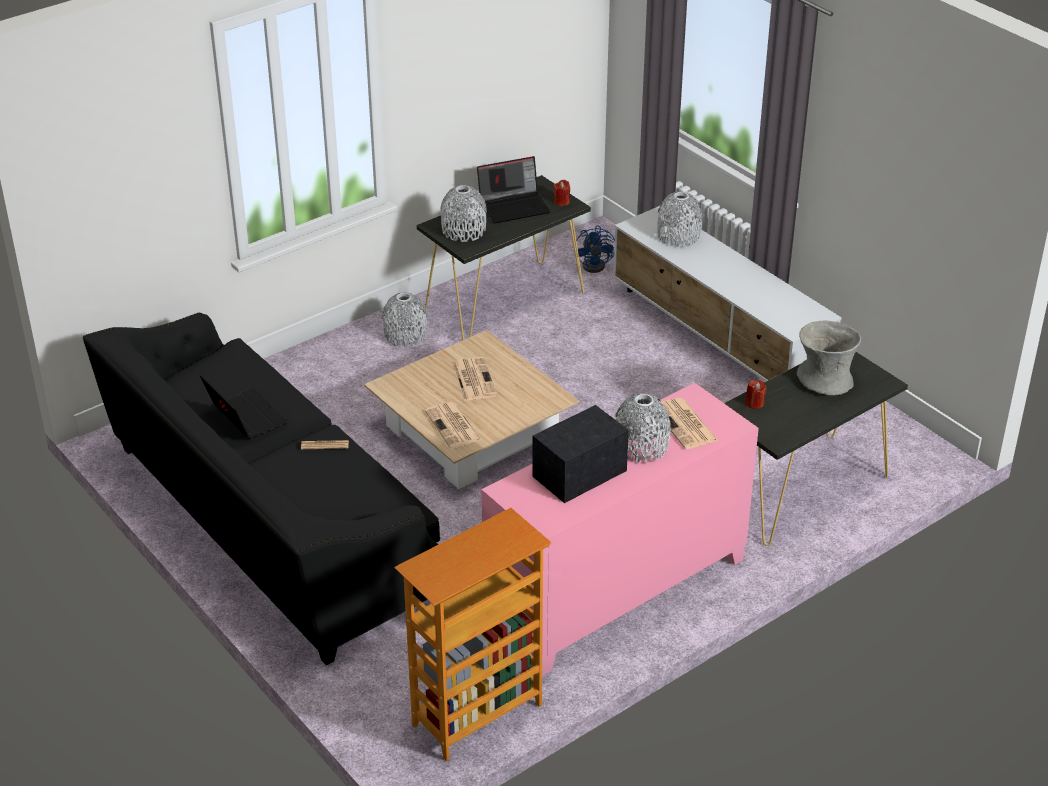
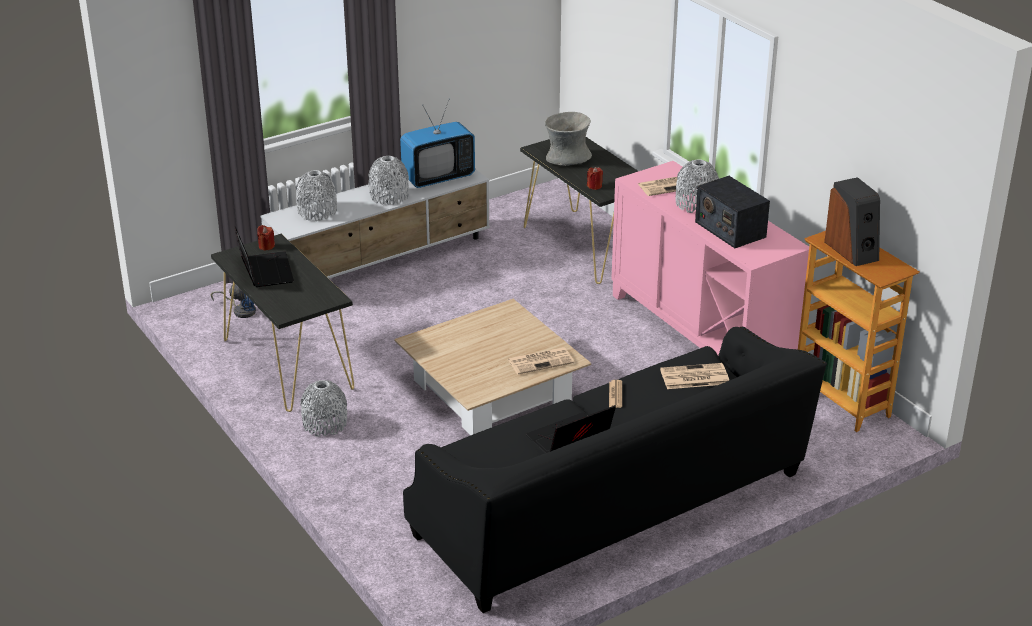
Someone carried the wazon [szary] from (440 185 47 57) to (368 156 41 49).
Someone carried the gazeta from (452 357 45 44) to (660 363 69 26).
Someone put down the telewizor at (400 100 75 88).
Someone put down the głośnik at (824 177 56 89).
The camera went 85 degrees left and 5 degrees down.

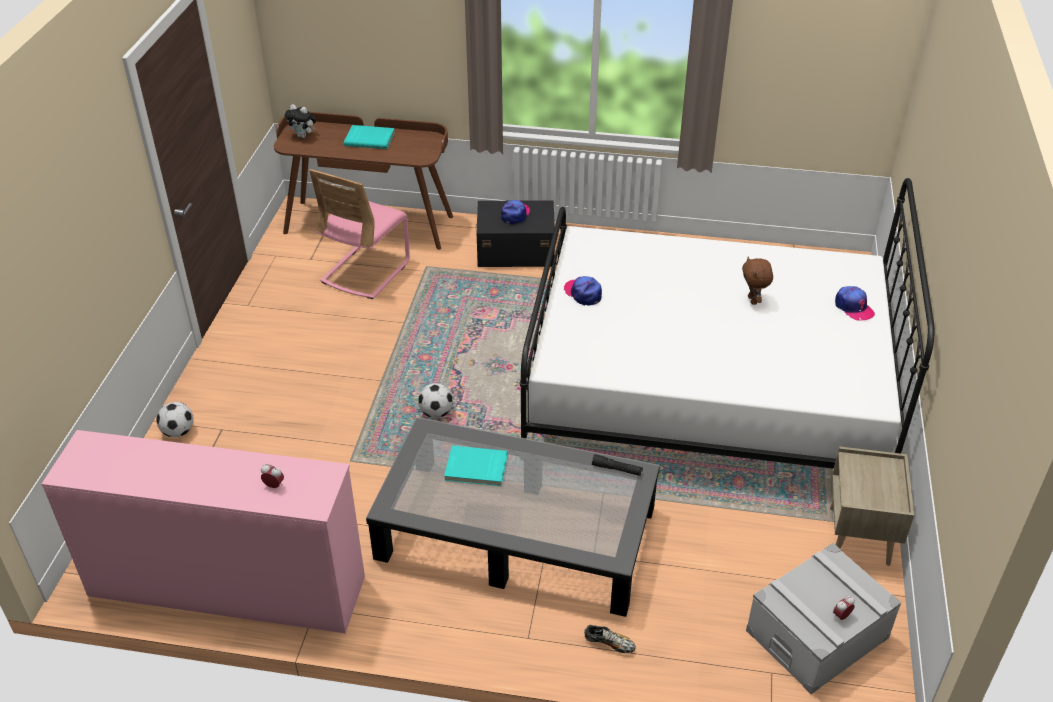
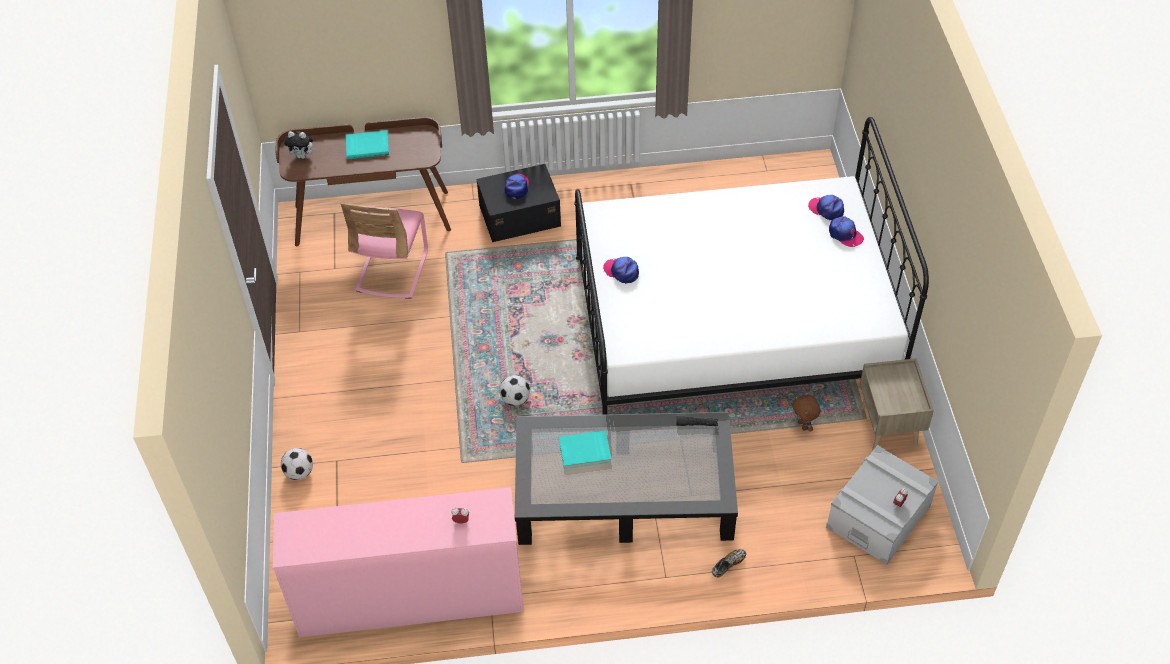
Someone carried the pluszak [brązowy] from (742 257 31 48) to (792 395 29 37).
Someone rotated the but at (584 625 52 28) by 45 degrees counterclockwise.
Someone put down the czapka z daszkiem at (808 195 36 25).
The camera went 15 degrees left and 10 degrees up.

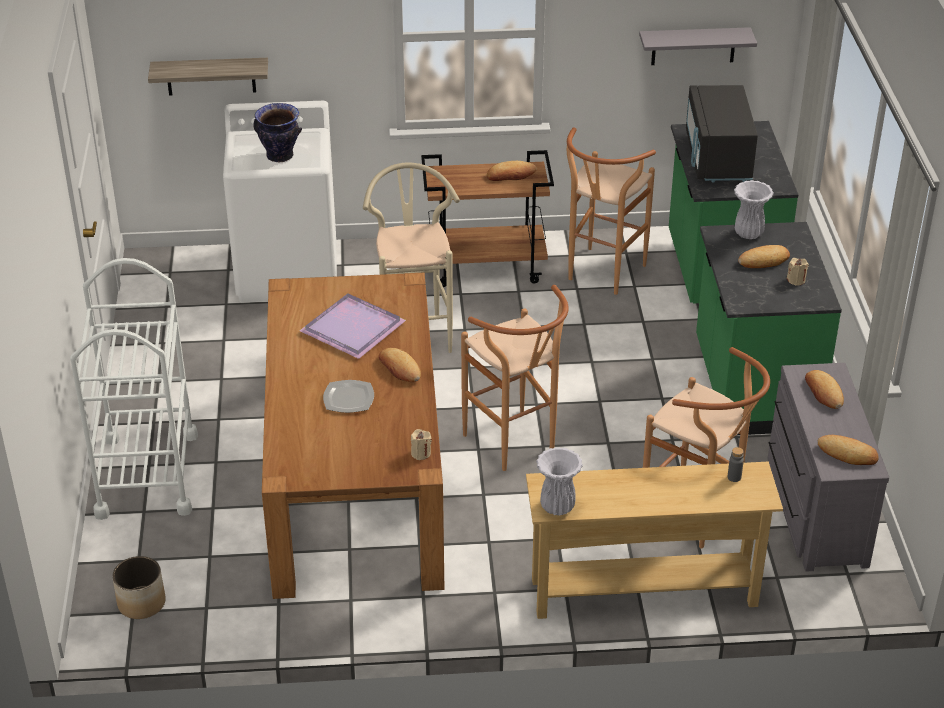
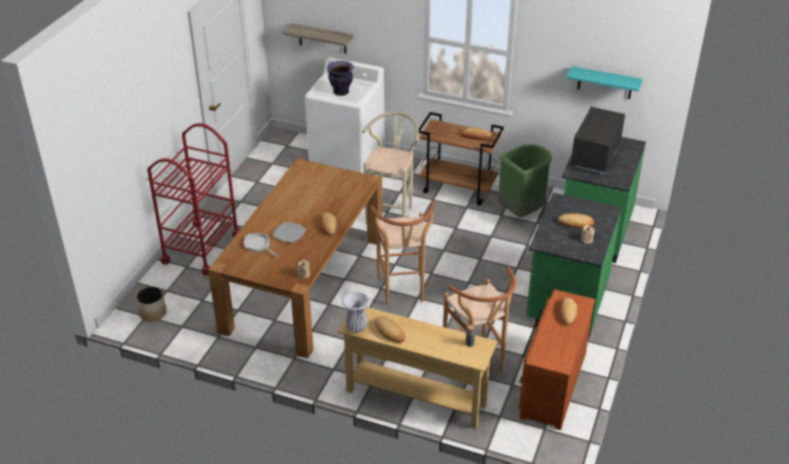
Someone repainted the półka [szary] at (639 27 118 38), which became the półka [turkusowy] at (566 66 77 33).
Someone swapped the stołek [brązowy] at (567 127 89 168) for the kosz na śmieci [zielony] at (498 144 54 74).
Someone took away the wazon [biały] at (734 180 40 59).
Someone repainted the wózek [biały] at (70 258 128 262), which became the wózek [czerwony] at (147 123 93 152).
Someone took away the taca [fioletowy] at (299 294 107 65).
Someone repainted the komoda [szary] at (767 363 122 209), which became the komoda [brązowy] at (519 289 76 141).
Someone carried the chleb from (817 435 62 30) to (375 316 30 27).
Someone put down the patelnia at (244 233 34 24).
The camera went 25 degrees right and 0 degrees up.

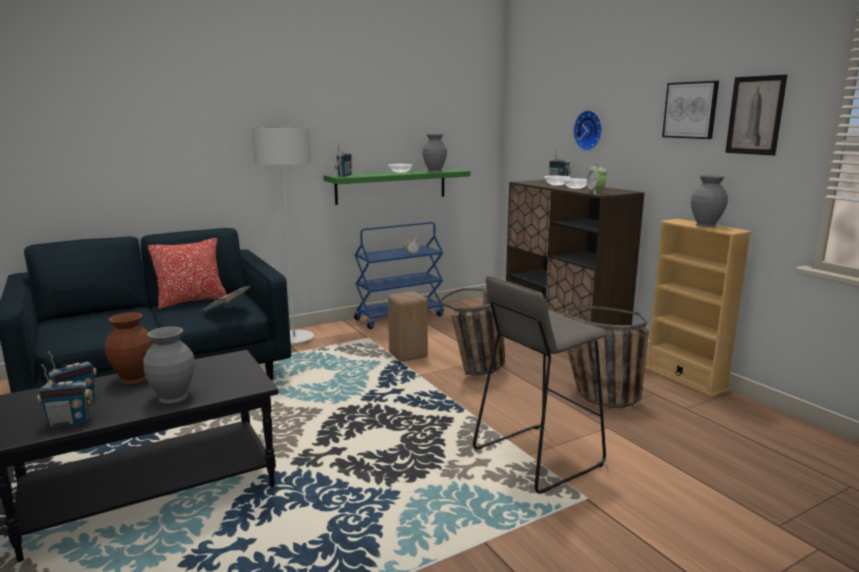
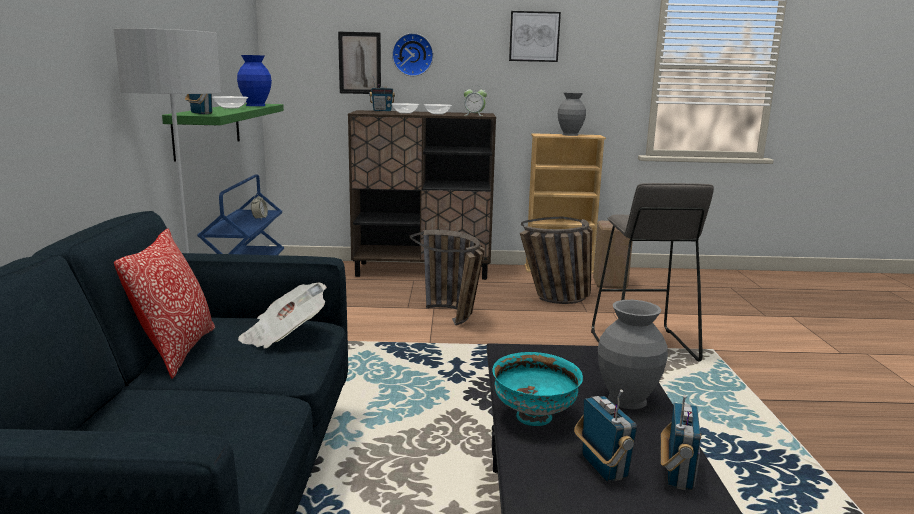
Someone carried the obraz from (725 74 62 82) to (338 32 43 62).
Someone repainted the wazon [szary] at (423 134 24 38), which became the wazon [niebieski] at (237 55 35 51).
Someone carried the stołek [beżowy] from (388 291 40 71) to (593 221 40 68).
Someone swapped the wazon [brązowy] at (105 312 48 72) for the miska [turkusowy] at (492 352 91 74).
The camera went 60 degrees left and 0 degrees up.

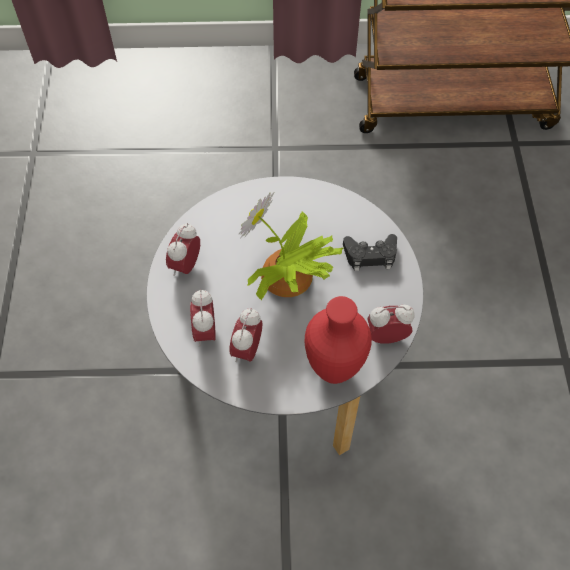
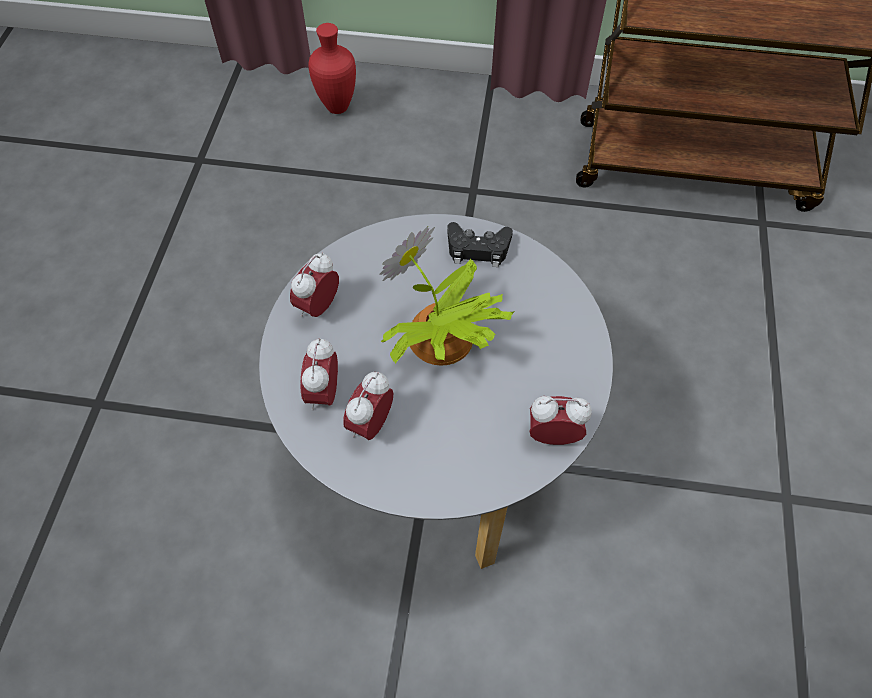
Someone carried the pad do gier [czarny] from (343 234 54 37) to (447 222 66 45).
Someone carried the wazon [czerwony] from (305 296 67 88) to (308 23 48 91).
The camera went 10 degrees right and 0 degrees up.

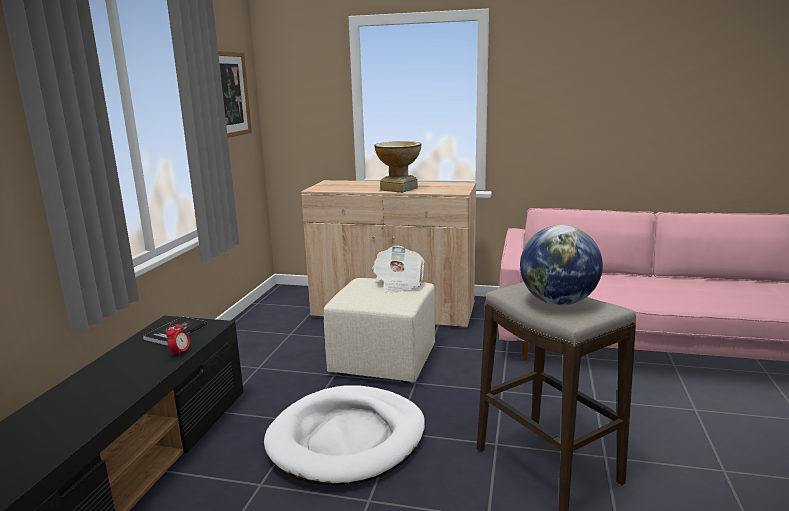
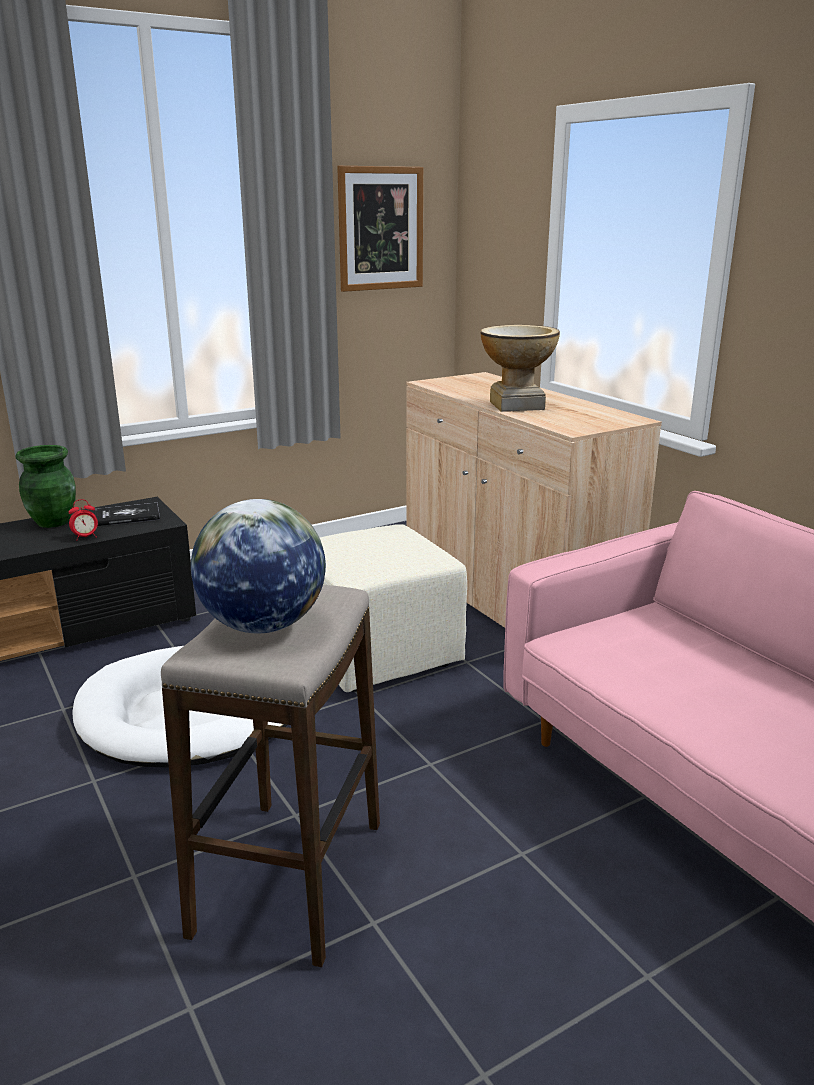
Someone took away the gazeta at (372 246 53 47).
Someone put down the wazon [zielony] at (16 445 60 83).
The camera went 45 degrees right and 5 degrees up.

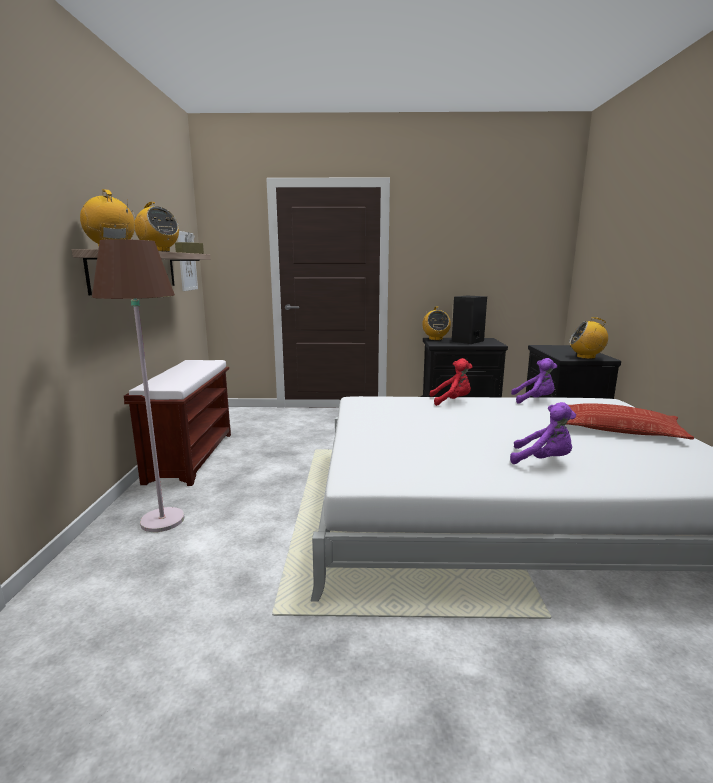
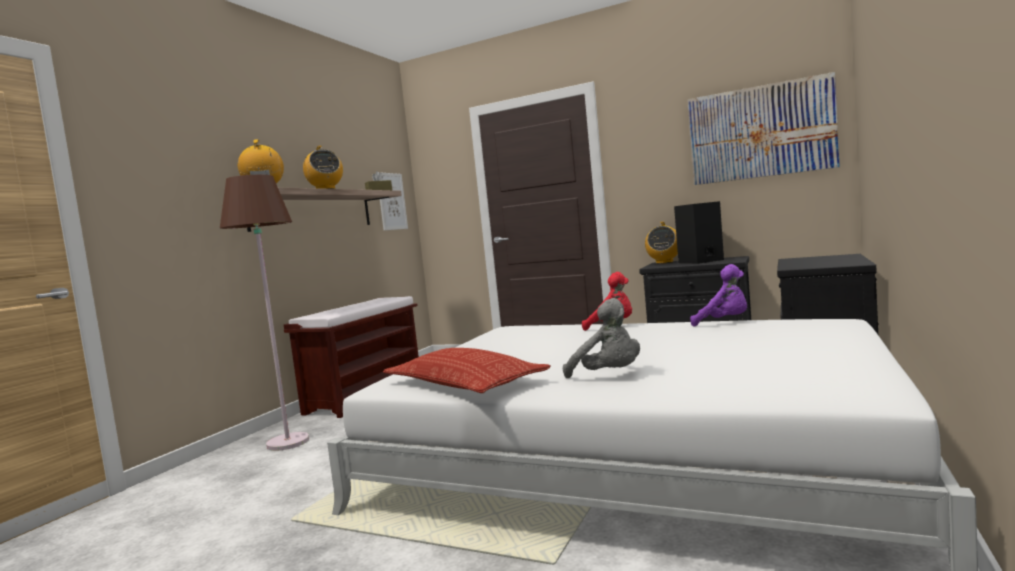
Someone took away the radio at (569 317 39 42).
Someone repainted the pluszak [fioletowy] at (510 402 66 62), which became the pluszak [szary] at (563 298 77 80).
Someone carried the poduszka from (566 403 128 36) to (383 348 167 45).
Someone put up the obraz at (688 72 152 113).
The camera went 25 degrees right and 10 degrees down.

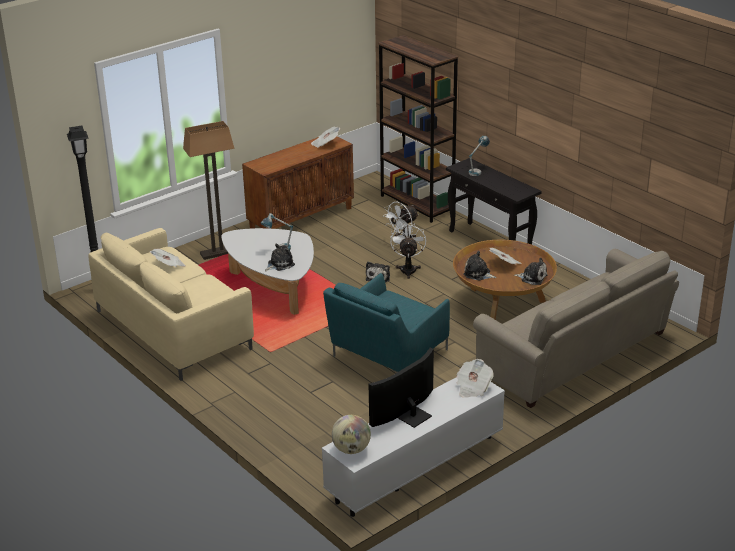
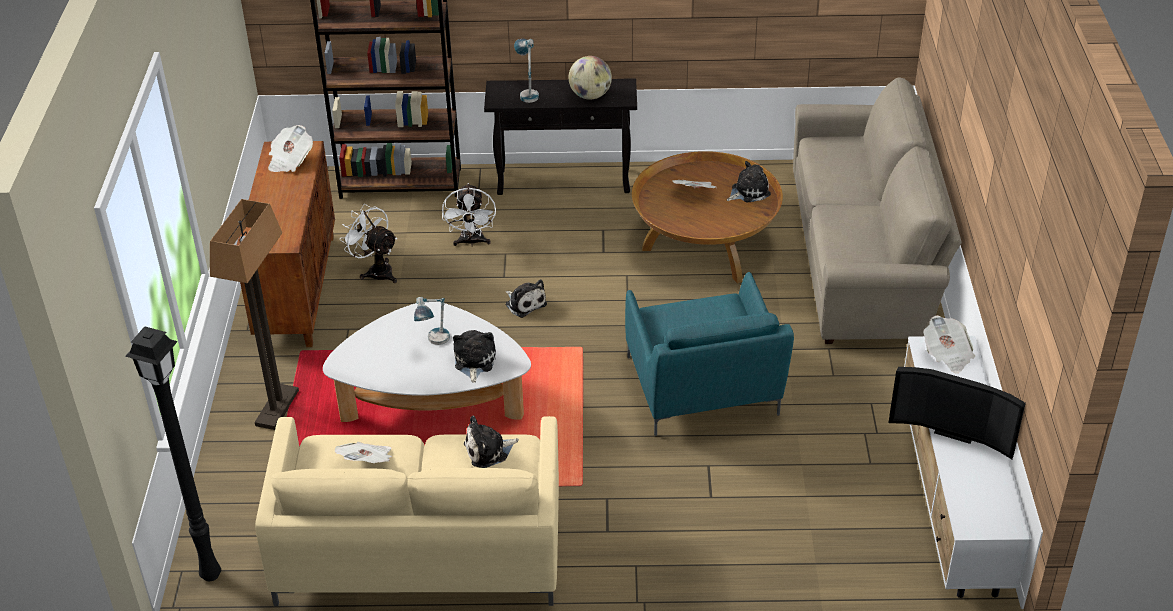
Someone carried the wentylator [biały] from (390 223 36 56) to (340 204 57 79).
Someone carried the pluszak from (463 251 34 29) to (464 416 55 52).
Someone rotated the telewizor at (369 347 65 81) by 60 degrees counterclockwise.
Someone carried the globus from (332 415 39 39) to (569 56 43 44).
The camera went 50 degrees left and 10 degrees up.

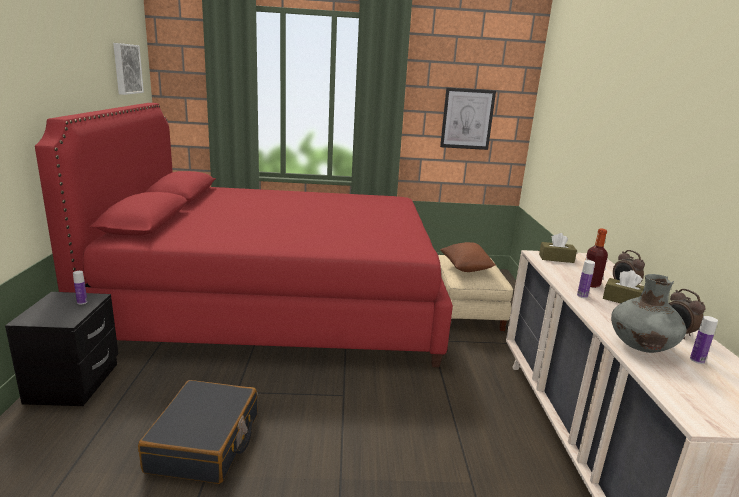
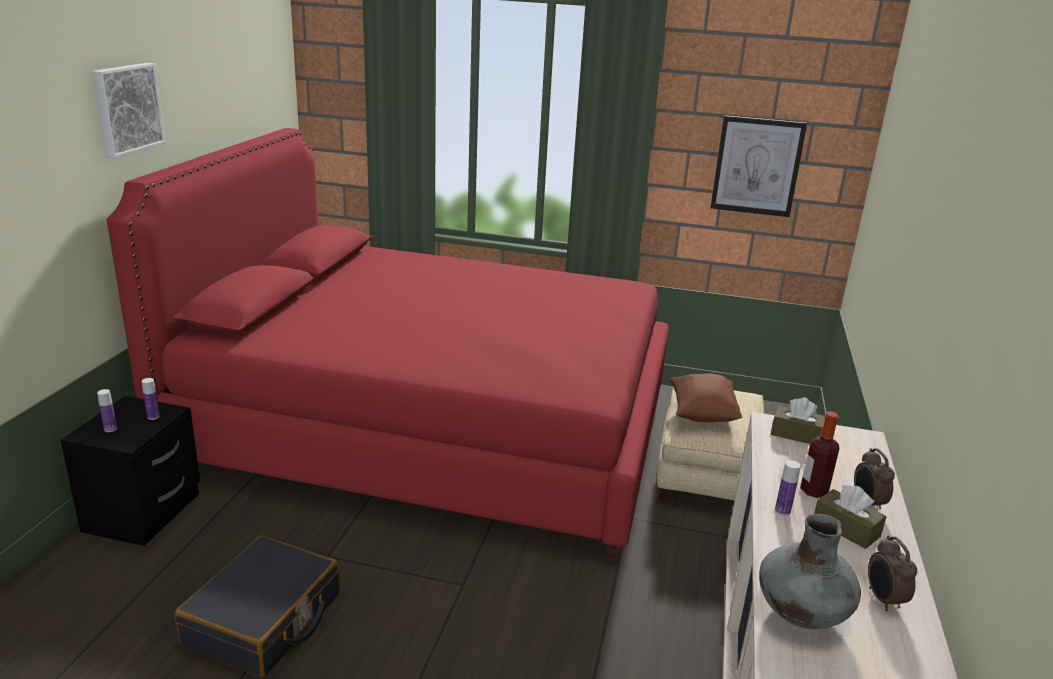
Someone carried the obraz from (113 43 31 52) to (91 63 75 95).
Someone carried the butelka from (690 316 28 48) to (97 389 20 43).
The camera went 15 degrees right and 5 degrees up.

